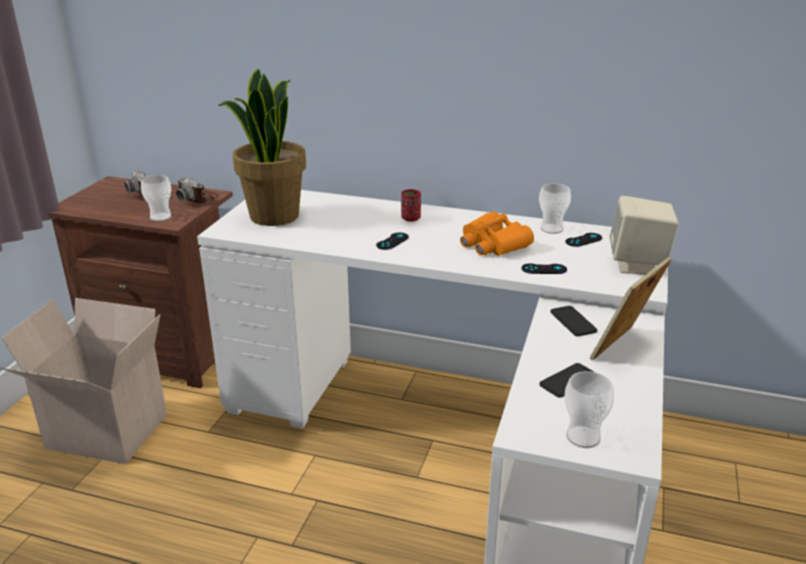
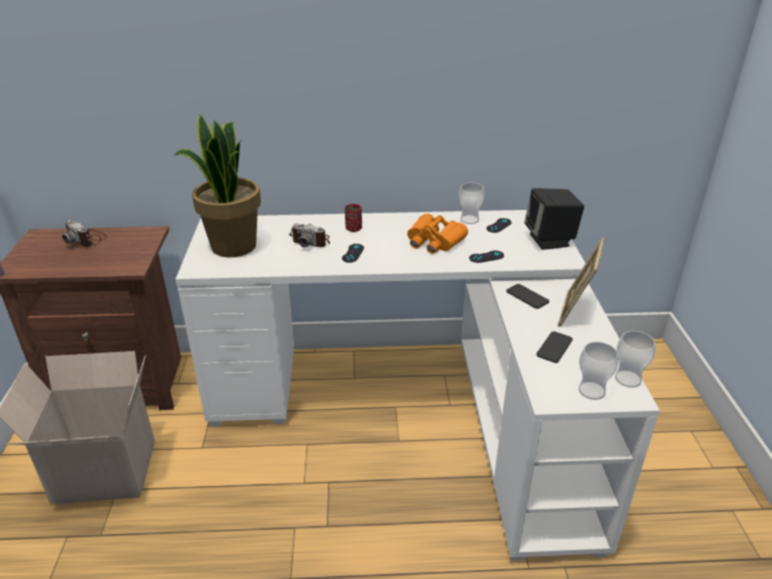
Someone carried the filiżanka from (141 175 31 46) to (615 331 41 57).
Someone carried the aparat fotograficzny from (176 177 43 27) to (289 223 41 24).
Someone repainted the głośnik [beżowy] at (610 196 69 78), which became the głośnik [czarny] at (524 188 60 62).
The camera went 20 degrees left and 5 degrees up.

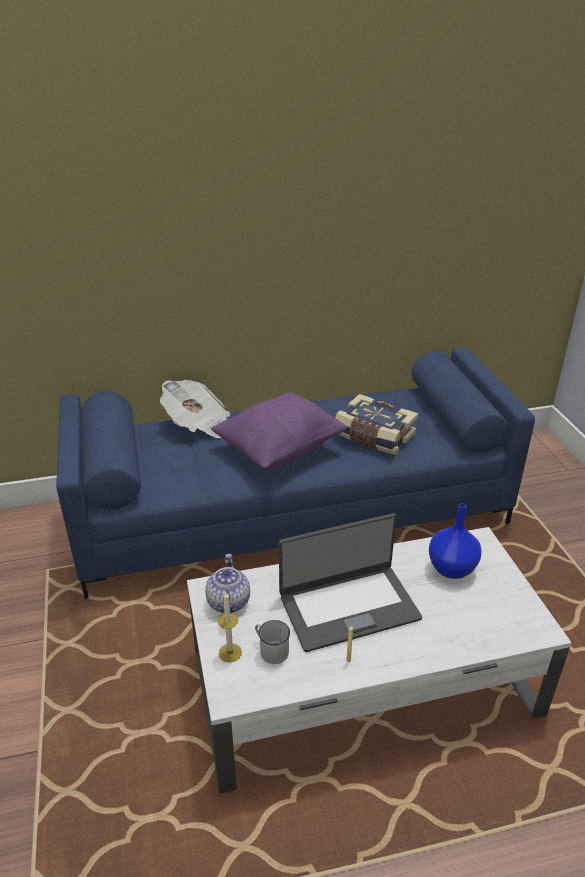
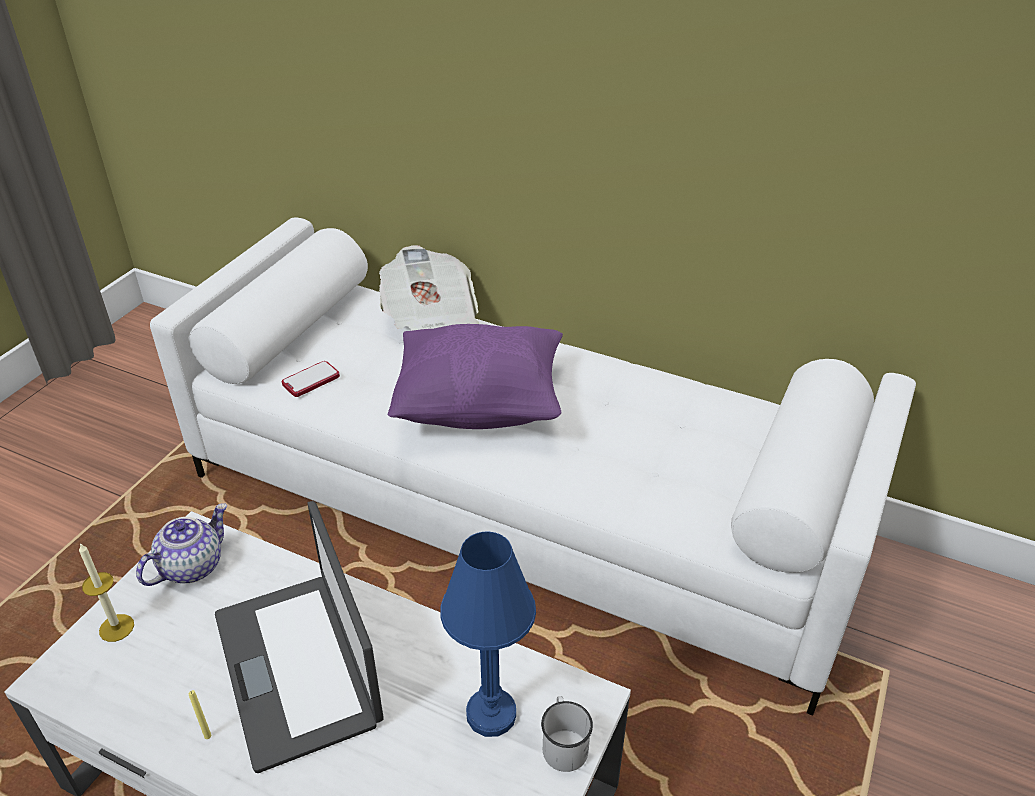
Someone repainted the kanapa [niebieski] at (56 347 479 252), which became the kanapa [biały] at (150 217 766 499).
Someone took away the książka at (335 394 83 61).
Someone swapped the wazon [niebieski] at (429 503 52 76) for the lampa stołowa [niebieski] at (440 531 96 206).
Someone rotated the laptop at (279 513 143 139) by 45 degrees clockwise.
Someone carried the kubek [biały] from (255 620 35 44) to (541 696 52 76).
Someone put down the telefon at (282 361 58 36).
The camera went 40 degrees right and 5 degrees up.

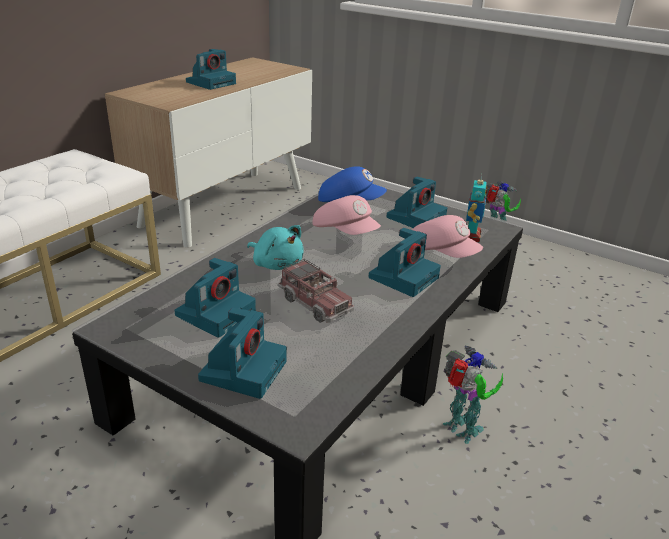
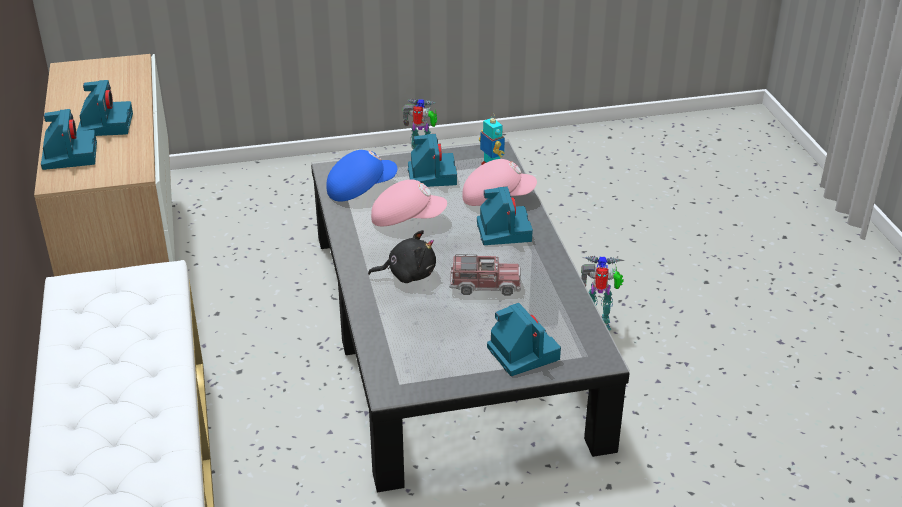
Someone repainted the pluszak [turkusowy] at (247 225 57 45), which became the pluszak [czarny] at (368 230 68 53).
Someone carried the aparat fotograficzny from (175 258 81 80) to (41 109 56 61).
The camera went 45 degrees left and 5 degrees up.

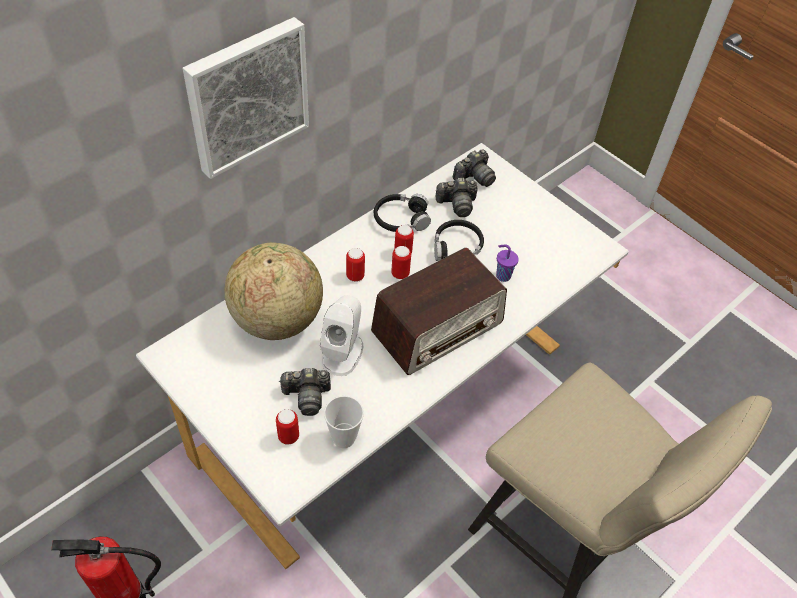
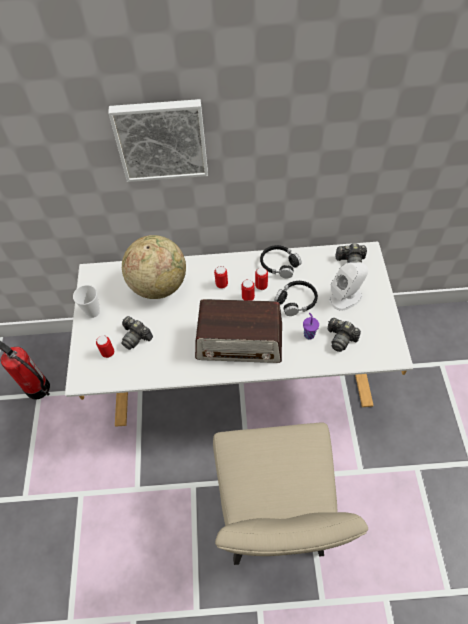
Someone carried the aparat fotograficzny from (436 178 41 39) to (328 318 33 34).
Someone carried the głośnik [biały] from (320 295 43 81) to (329 262 39 49).
Someone carried the filiżanka from (324 396 40 52) to (73 285 27 33).
The camera went 45 degrees right and 5 degrees up.

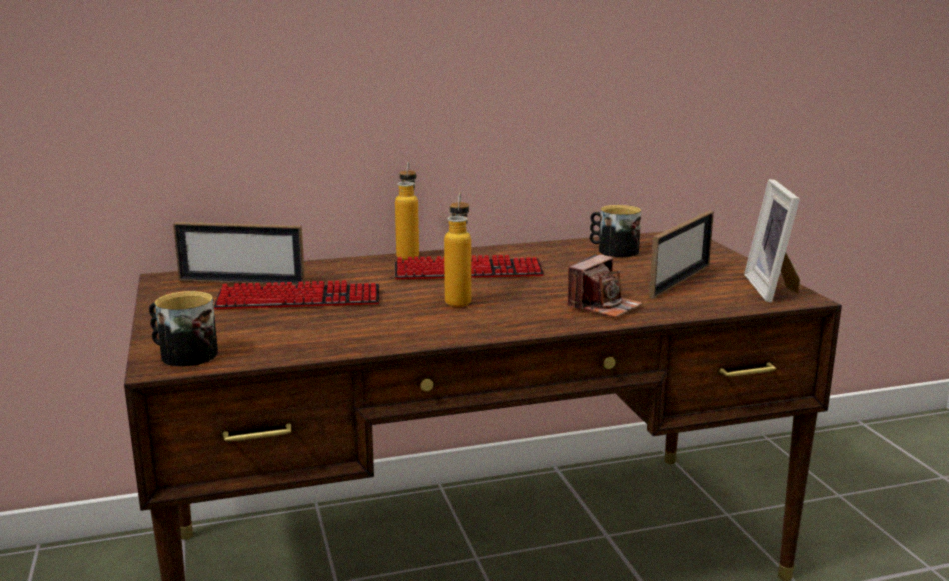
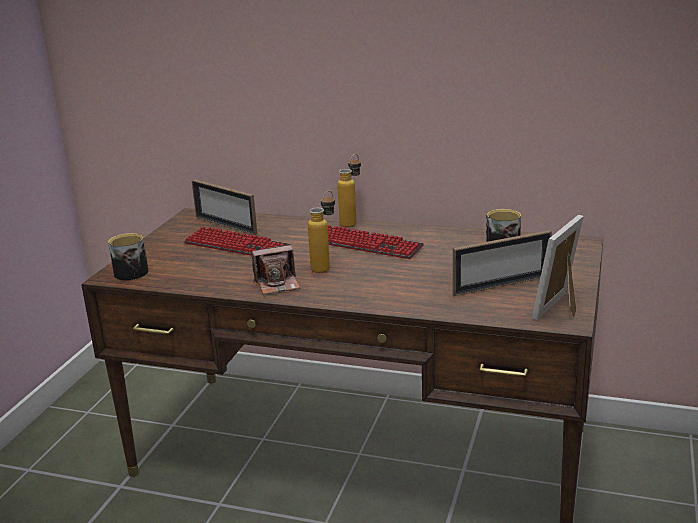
Someone carried the aparat fotograficzny from (567 254 76 64) to (252 244 48 51).
The camera went 35 degrees right and 5 degrees up.

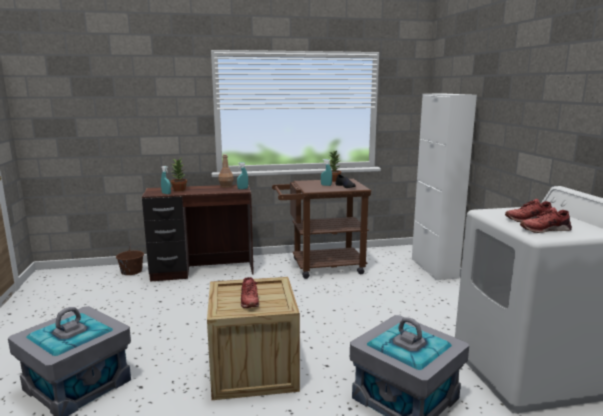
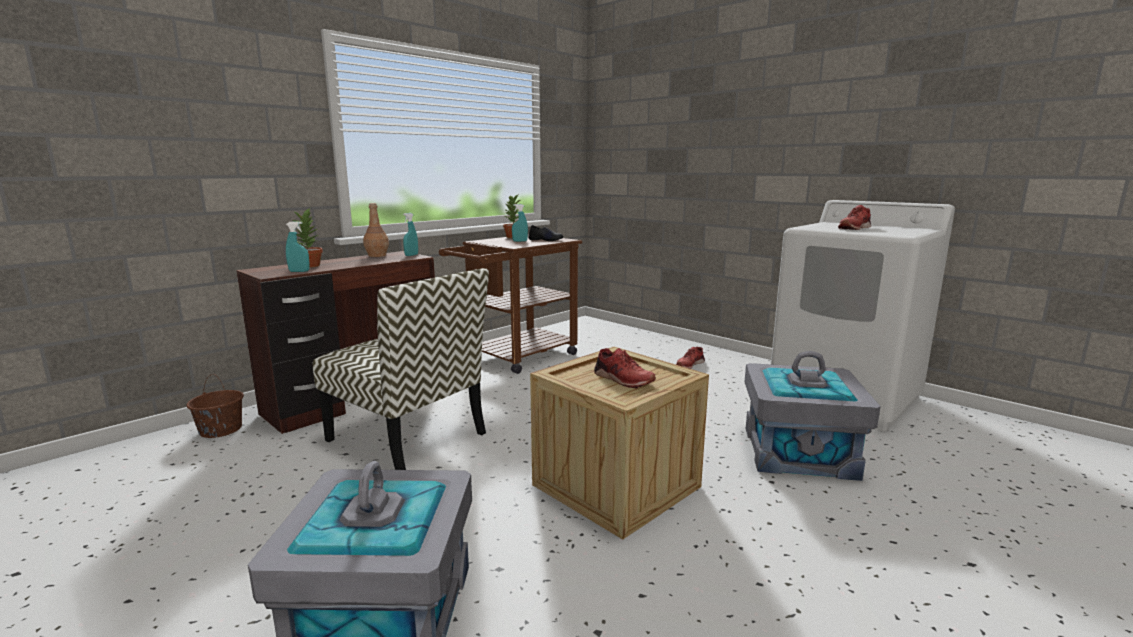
Someone took away the szafka [biały] at (412 94 65 186).
Someone carried the but [czerwony] from (520 207 52 26) to (676 347 29 22).
Someone put down the krzesło at (312 268 177 202).
The camera went 35 degrees left and 0 degrees up.

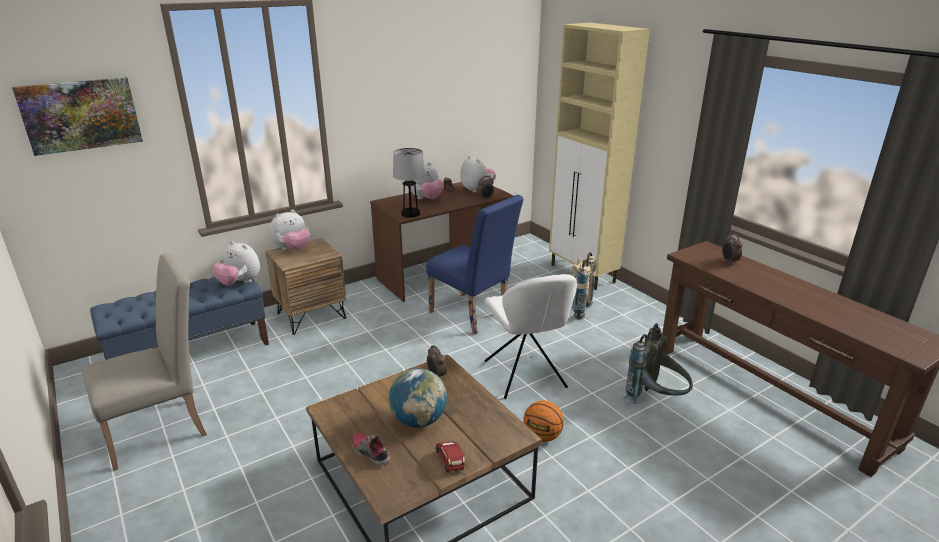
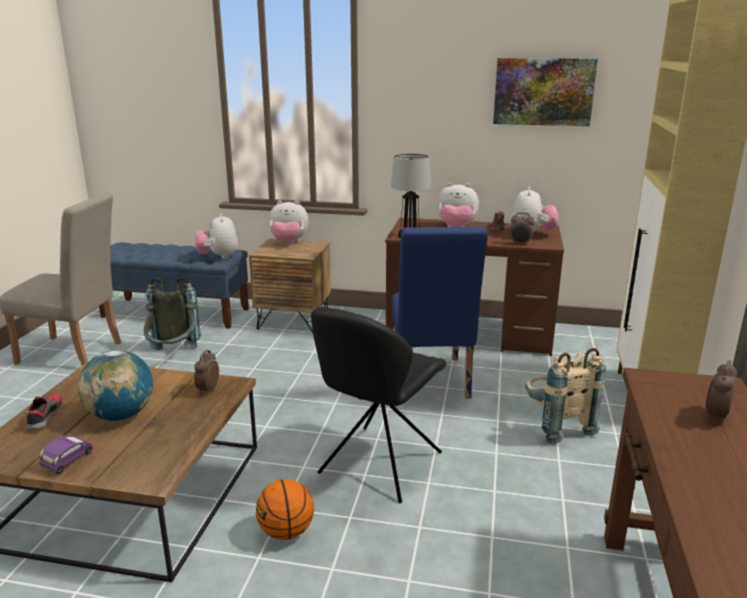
Someone carried the obraz from (12 77 131 79) to (493 58 105 68).
Someone repainted the krzesło [biały] at (485 274 92 125), which became the krzesło [czarny] at (311 307 136 196).
Someone carried the plecak [szary] from (623 323 70 81) to (144 277 57 73).
Someone repainted the samochodzik [czerwony] at (436 441 29 32), which became the samochodzik [fioletowy] at (39 435 54 39).
The camera went 45 degrees right and 5 degrees down.

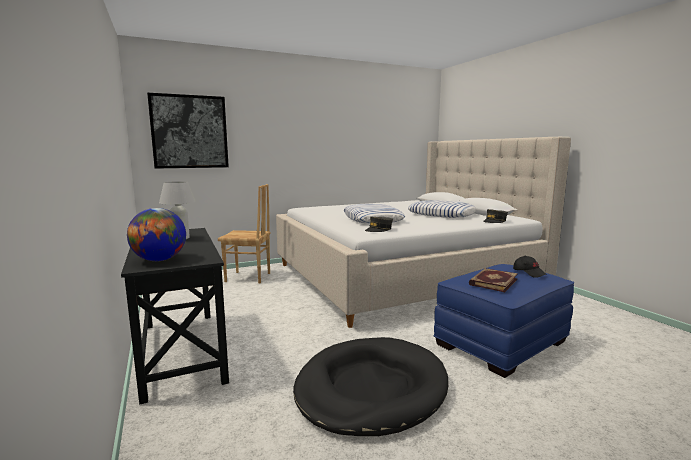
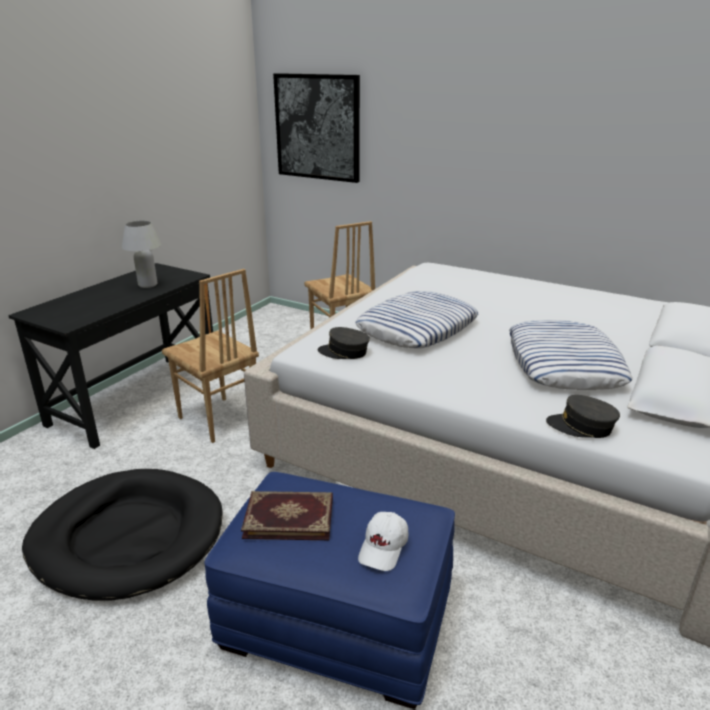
Someone took away the globus at (127 208 59 53).
Someone repainted the czapka z daszkiem [czarny] at (513 256 34 22), which became the czapka z daszkiem [biały] at (358 512 50 59).
Someone put down the krzesło [brązowy] at (162 269 97 174).
The camera went 55 degrees right and 15 degrees up.

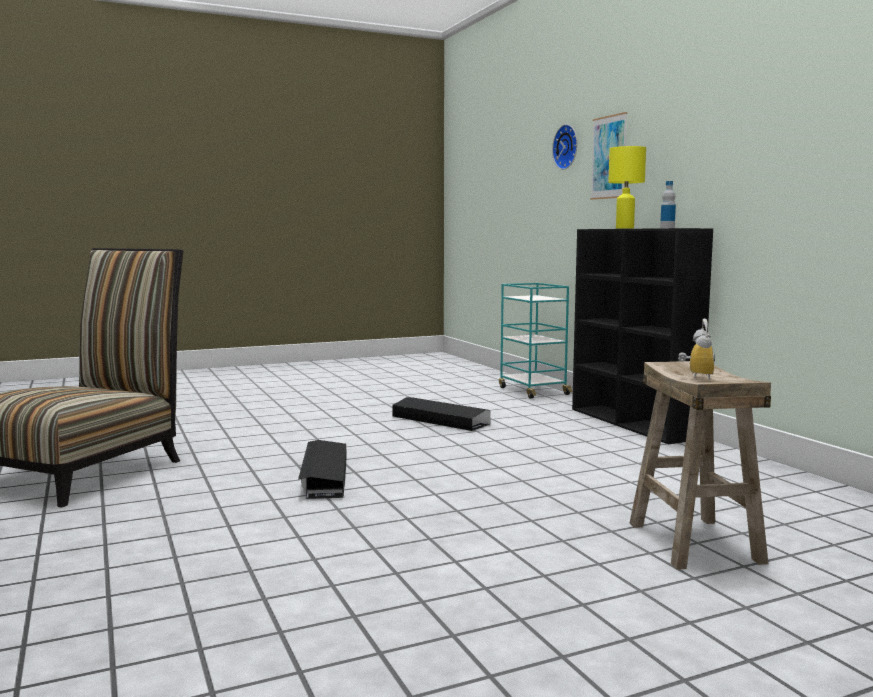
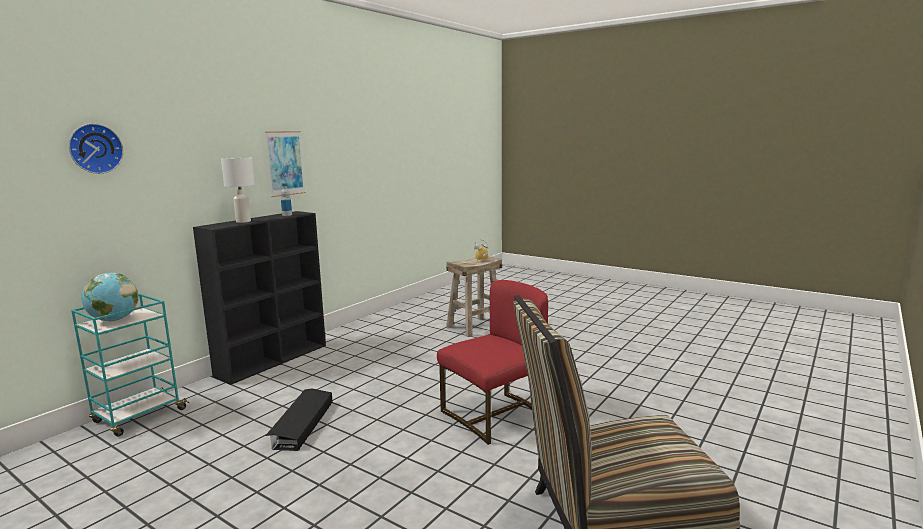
Someone carried the obraz from (590 112 37 88) to (265 131 41 66).
Someone repainted the lampa stołowa [żółty] at (608 146 38 83), which became the lampa stołowa [biały] at (221 157 34 66).
Someone swapped the pojemnik do przechowywania [czarny] at (298 440 49 59) for the krzesło [czerwony] at (437 280 111 165).
Someone put down the globus at (81 272 57 49).
The camera went 120 degrees left and 5 degrees up.

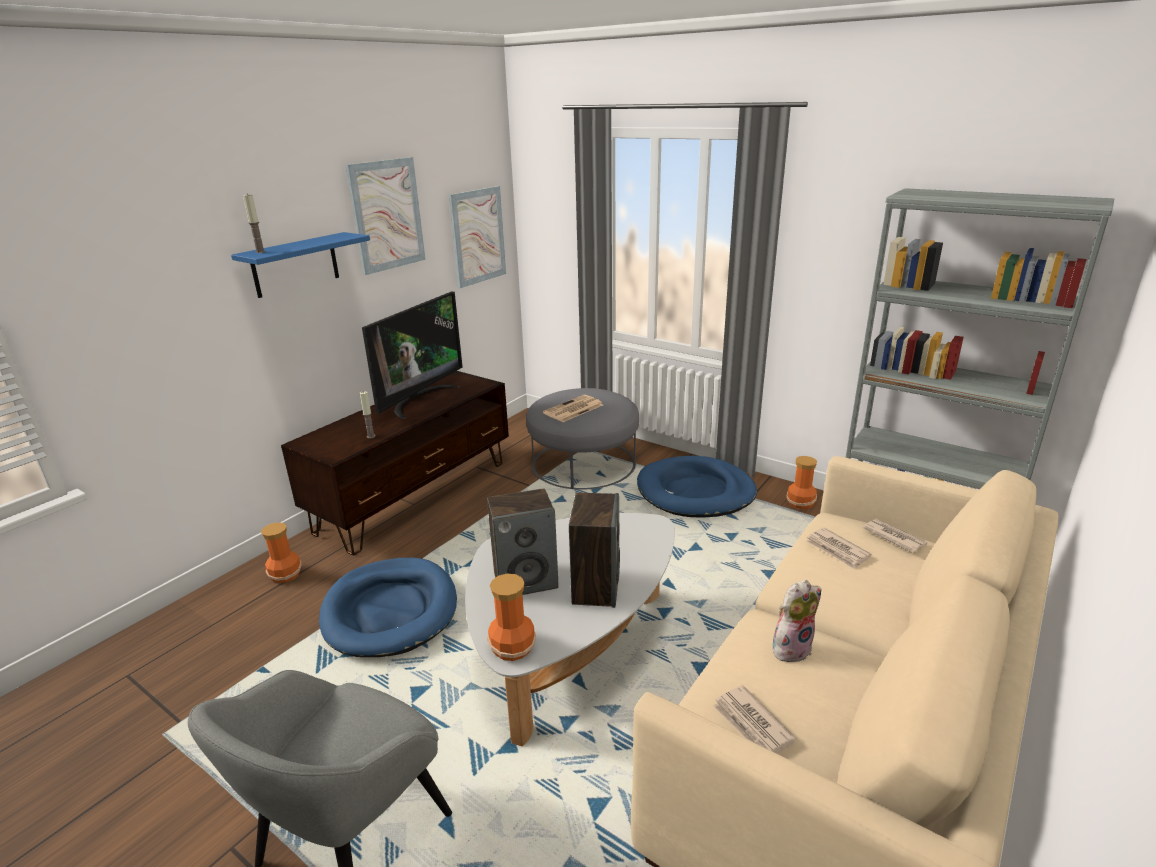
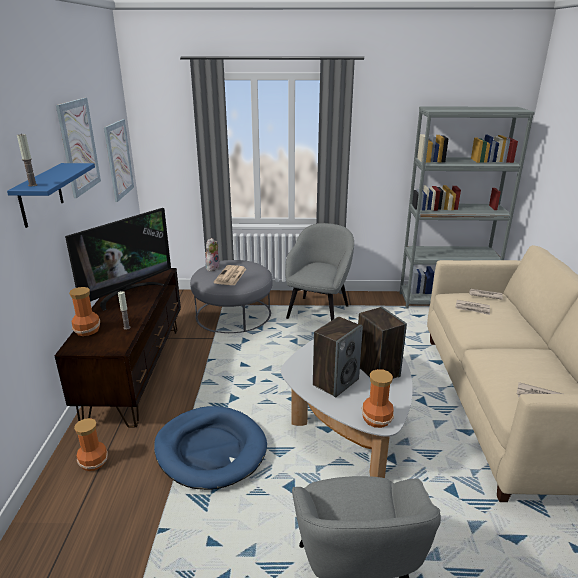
Someone rotated the telewizor at (362 291 101 128) by 45 degrees clockwise.
Someone swapped the legowisko [niebieski] at (637 456 120 62) for the fotel [szary] at (285 223 69 98).
Someone carried the wazon from (786 456 31 53) to (69 287 31 49).
Someone carried the pluszak from (773 580 49 82) to (205 238 15 33).
The camera went 35 degrees left and 0 degrees up.

